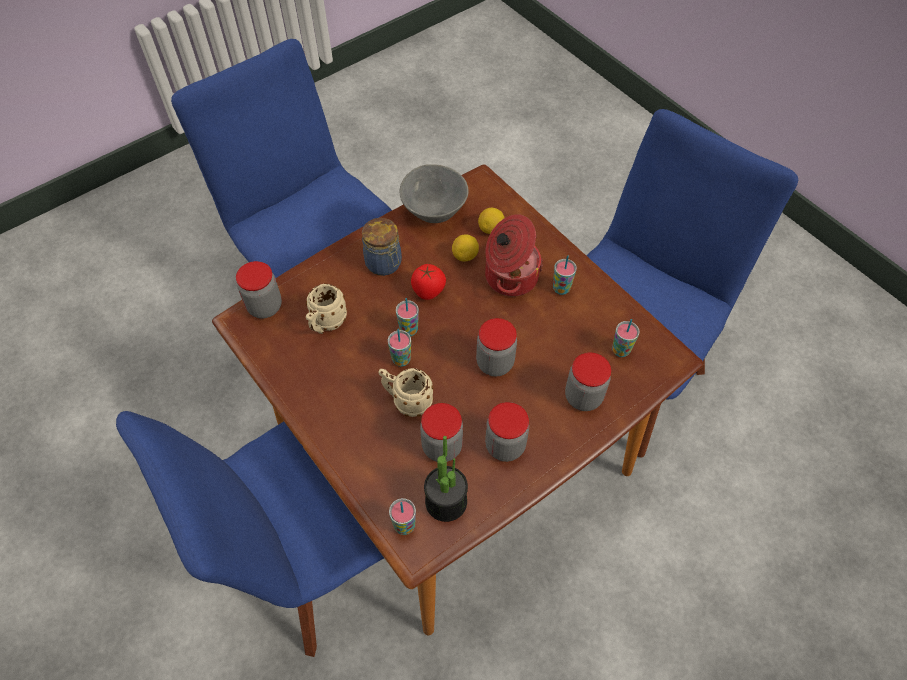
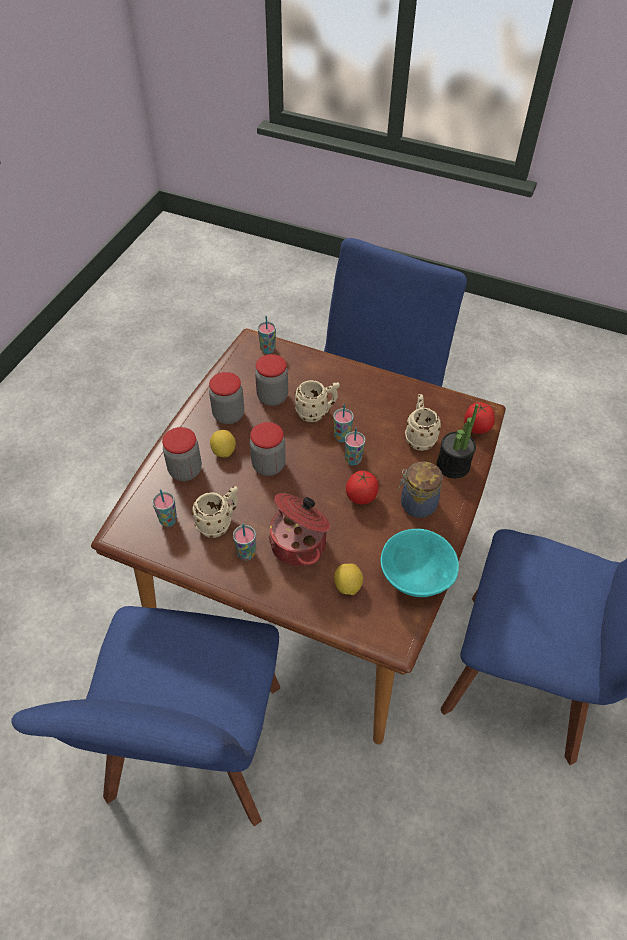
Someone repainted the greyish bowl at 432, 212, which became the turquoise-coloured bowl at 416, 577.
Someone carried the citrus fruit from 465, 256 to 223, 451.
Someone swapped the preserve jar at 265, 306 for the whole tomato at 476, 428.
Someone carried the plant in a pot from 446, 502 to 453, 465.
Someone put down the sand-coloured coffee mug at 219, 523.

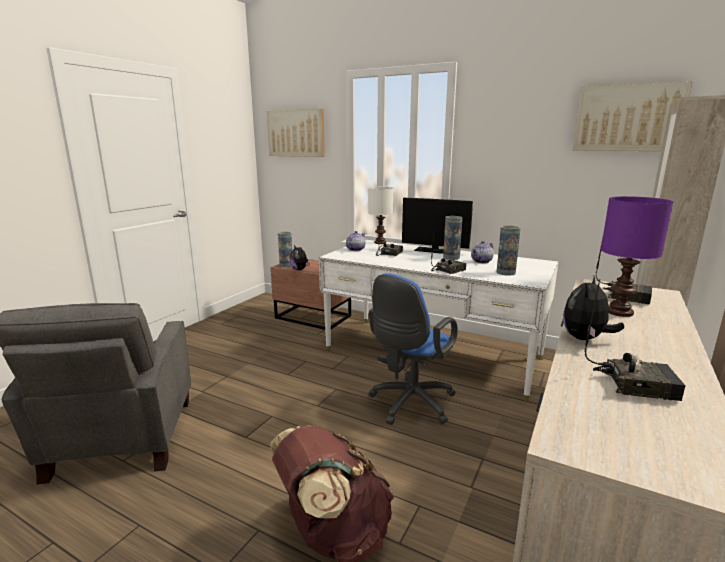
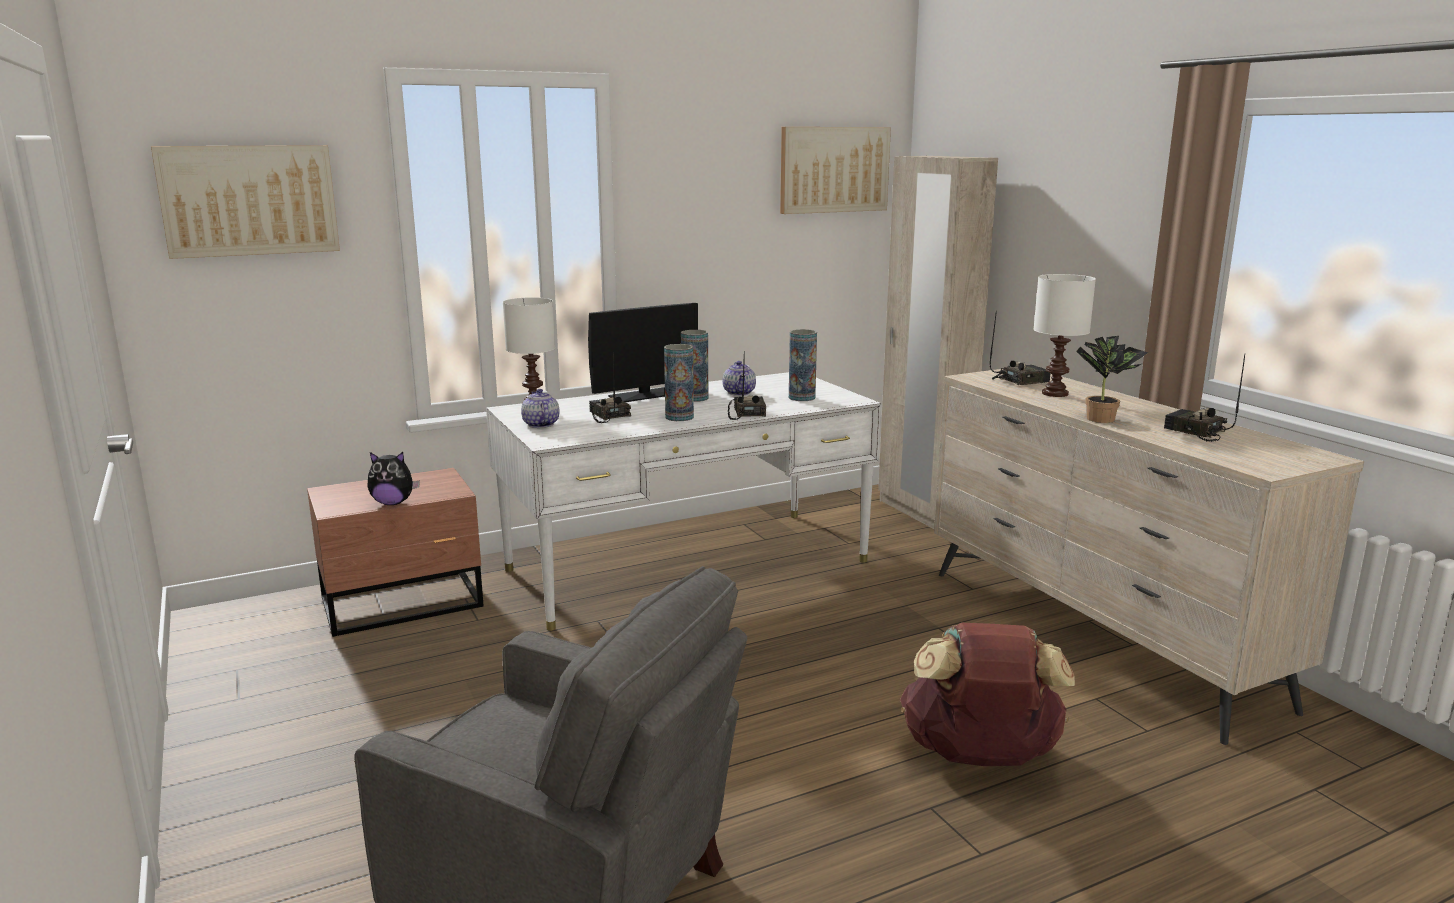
Someone repainted the purplish table lamp at 618, 312, which became the white table lamp at 1055, 394.
Someone carried the vase from 286, 265 to 679, 417.
Someone took away the bluish office chair at 409, 405.
Someone swapped the soft toy at 585, 339 for the plant in a pot at 1103, 418.
Someone rotated the radio at 635, 384 by 90 degrees counterclockwise.

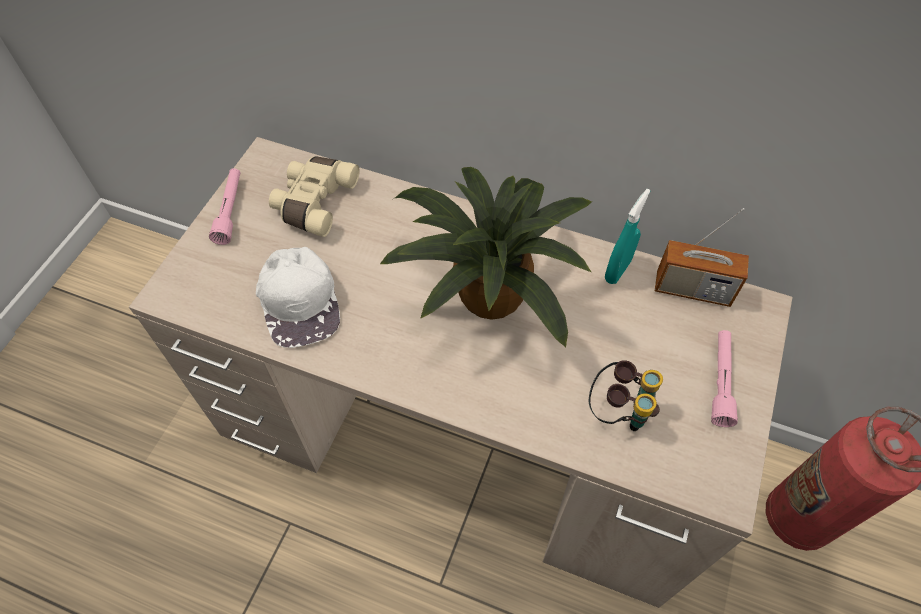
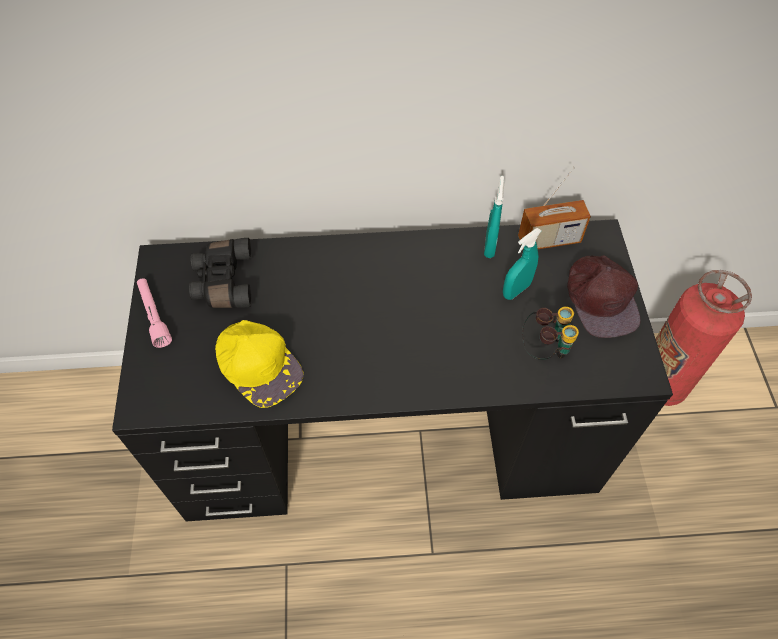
Someone repainted the sand-coloured desk unit at 461, 433, which became the blackish desk unit at 390, 429.
Someone repainted the sand-coloured binoculars at 313, 202, which became the blackish binoculars at 222, 282.
Someone took away the plant in a pot at 485, 294.
Someone repainted the white cap at 300, 299, which became the yellowish cap at 258, 364.
Someone swapped the pink-coloured flashlight at 720, 381 for the brownish cap at 601, 298.
Someone put down the turquoise-coloured hand sprayer at 516, 290.

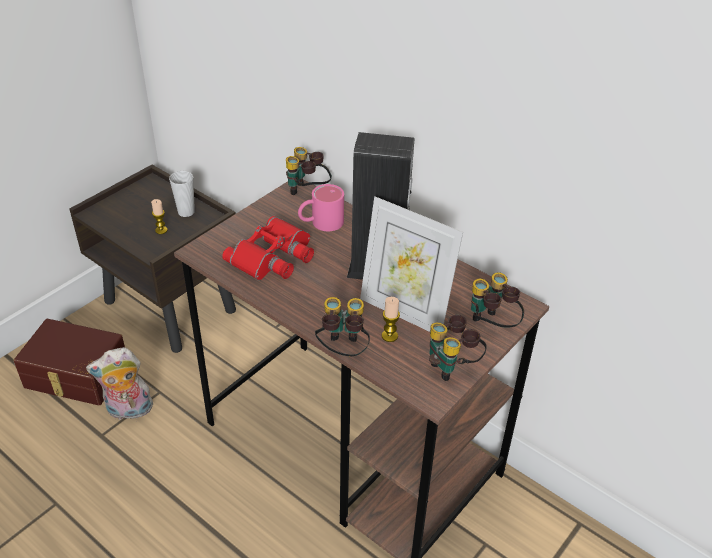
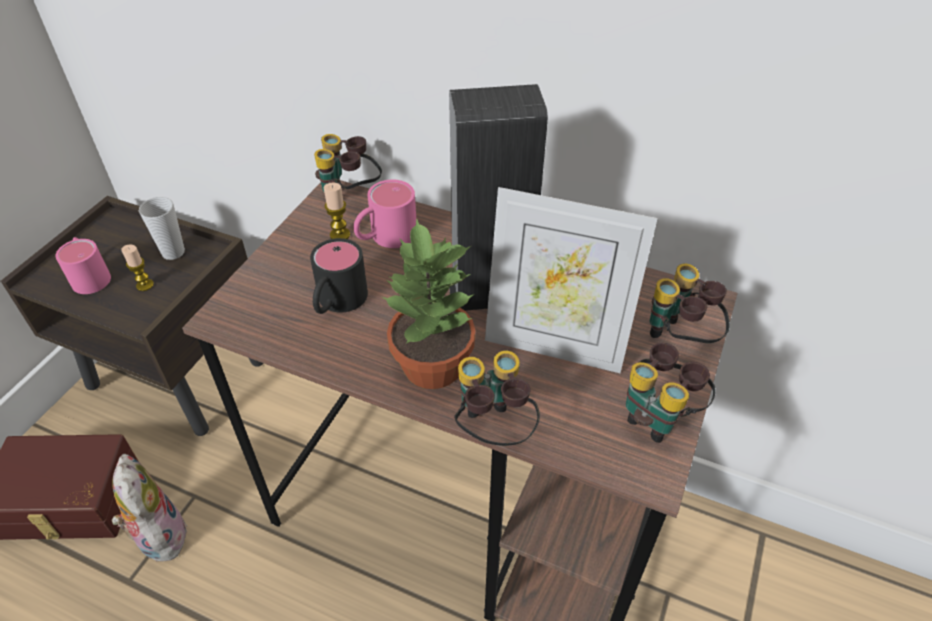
Someone swapped the red binoculars at 274, 257 for the blackish coffee mug at 337, 302.
Someone carried the candle from 389, 336 to 340, 235.
Someone rotated the soft toy at 128, 411 by 90 degrees clockwise.
Someone put down the plant in a pot at 432, 367.
Someone put down the pink-coloured coffee mug at 90, 275.

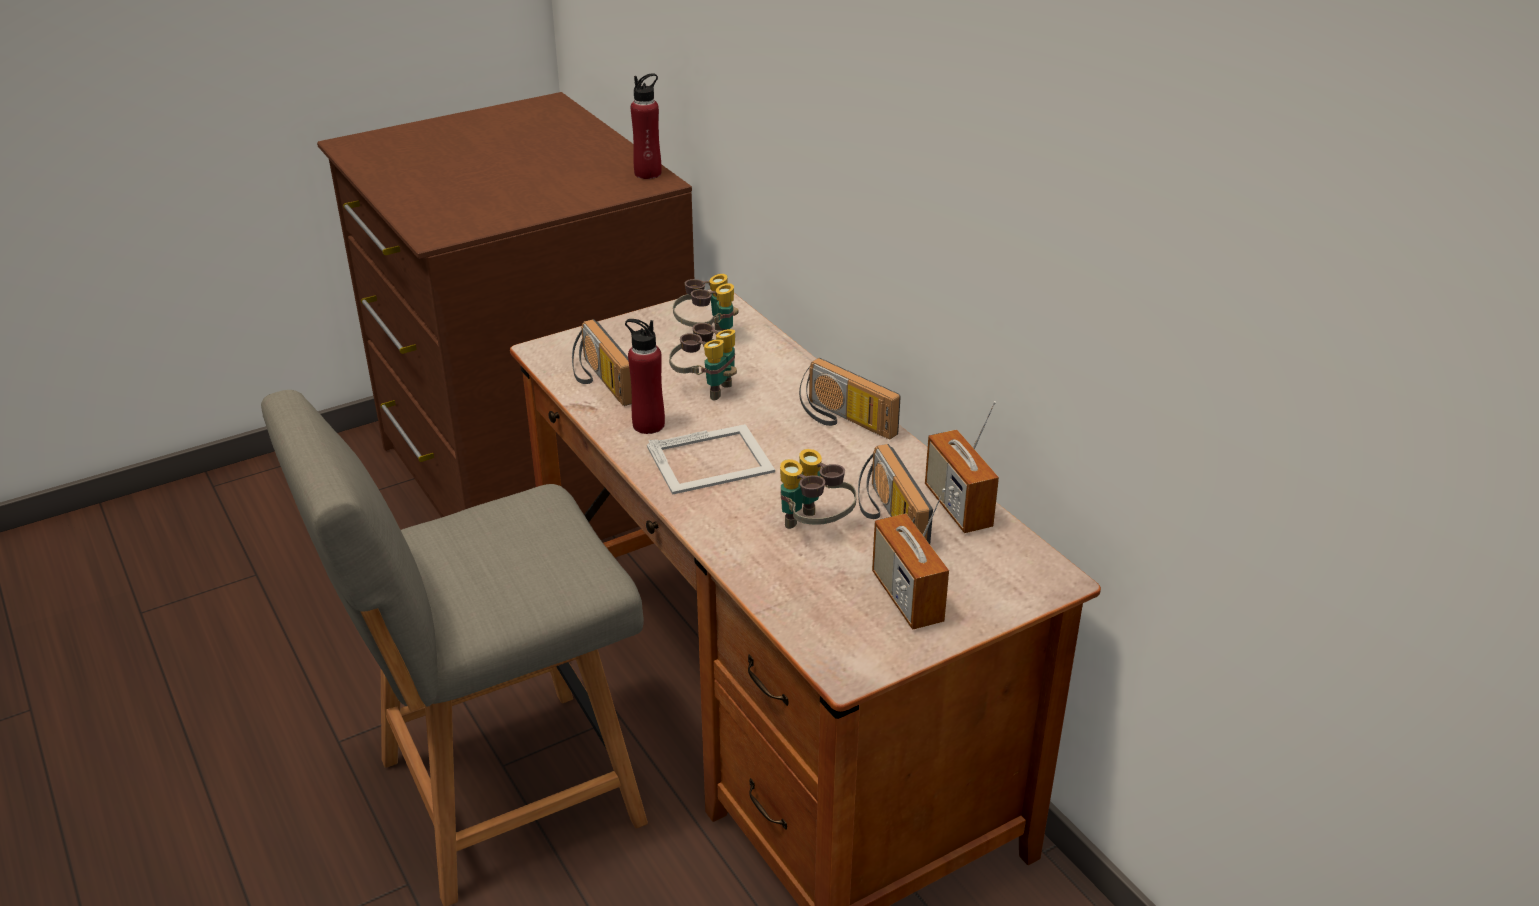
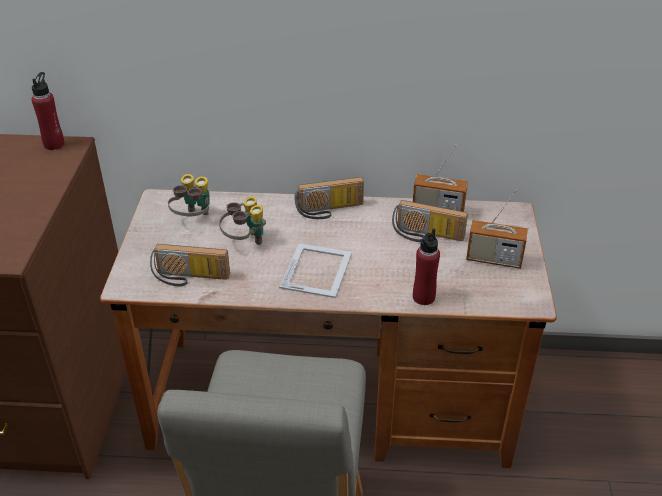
Someone carried the red beverage bottle from 648, 425 to 423, 297.
Someone took away the binoculars at 814, 529.

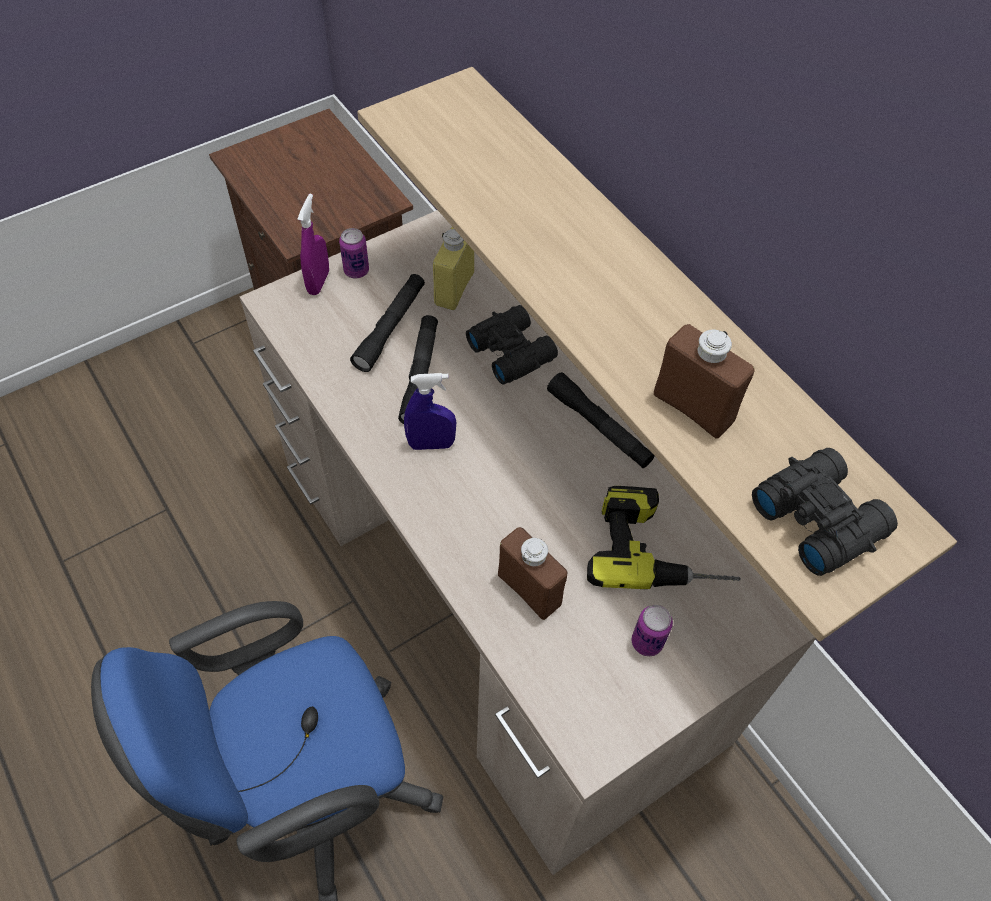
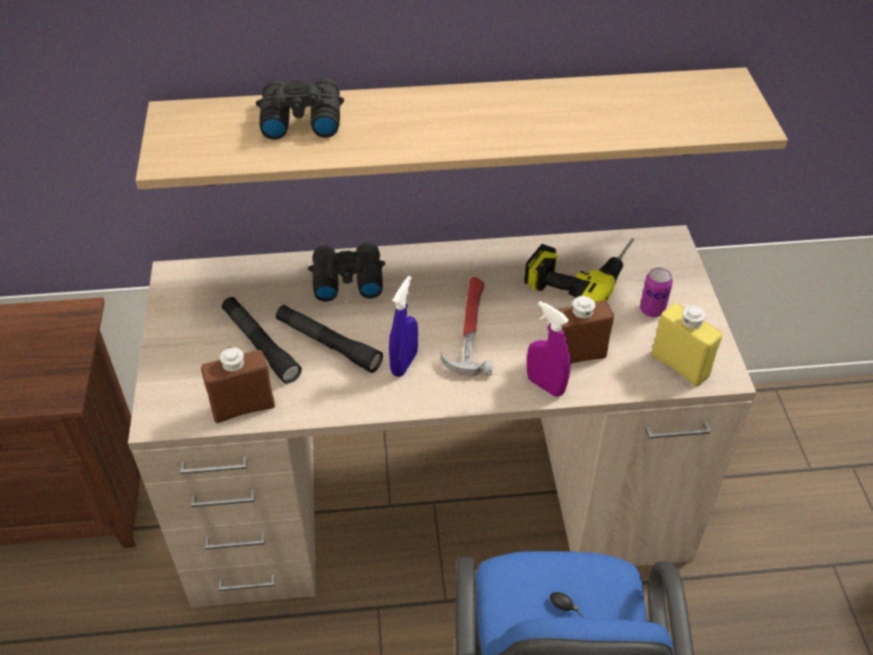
Someone carried the purplish hand sprayer from 318, 282 to 545, 385.
Someone carried the yellowish beverage bottle from 454, 288 to 680, 365.
Someone took away the sealed can at 356, 271.
Someone carried the brownish beverage bottle from 693, 408 to 243, 407.
Someone took away the blackish flashlight at 599, 427.
Someone carried the blackish binoculars from 817, 516 to 300, 119.
Someone put down the tool hammer at 469, 329.

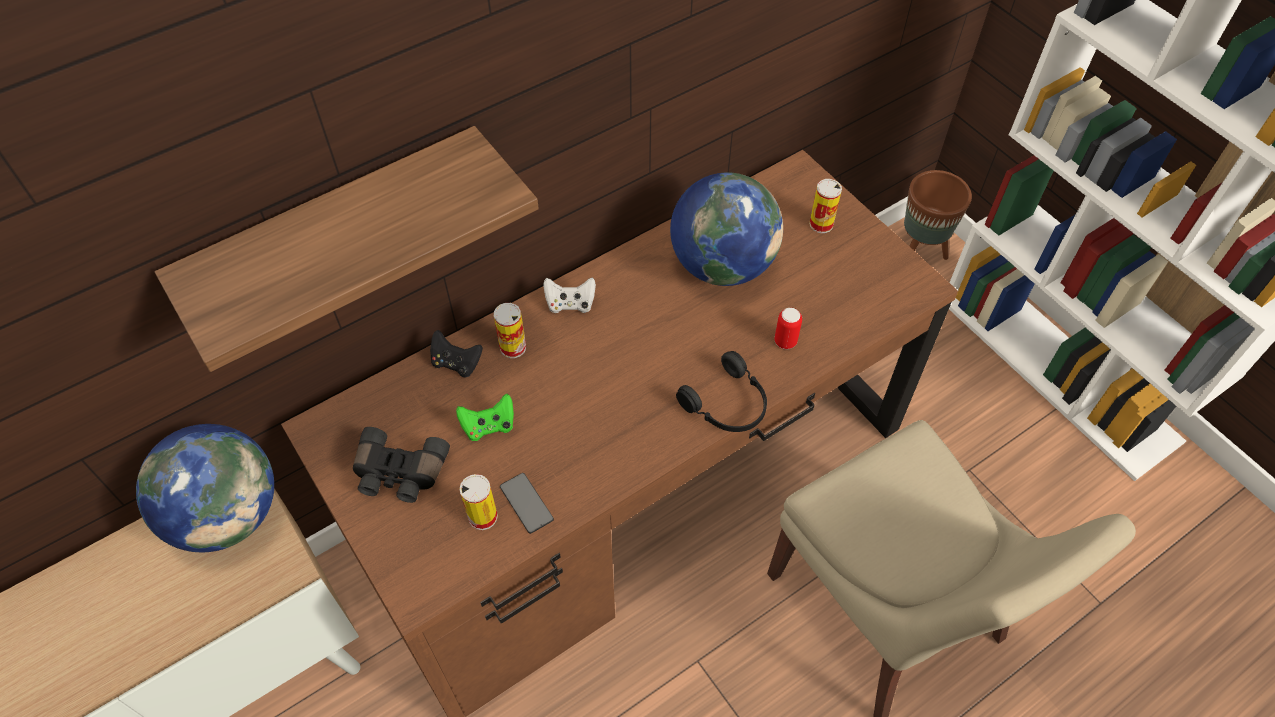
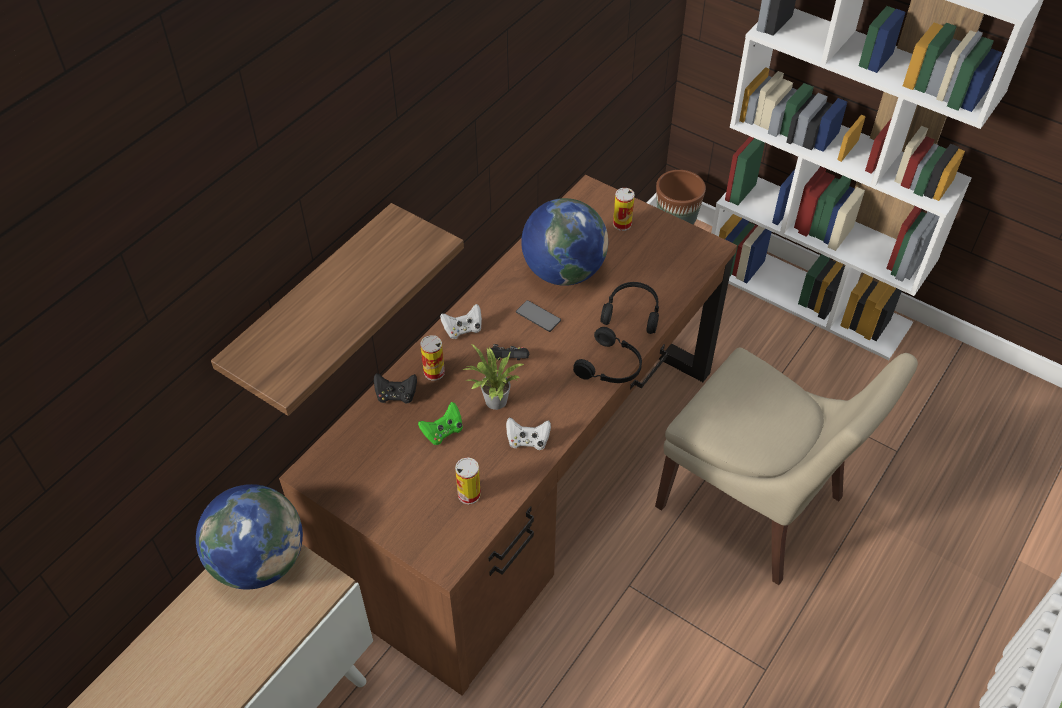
Someone swapped the sealed can at 785, 341 for the blackish headphones at 632, 312.
Someone took away the blackish binoculars at 399, 474.
Someone carried the handset from 526, 503 to 538, 316.
Someone put down the plant in a pot at 494, 403.
Someone put down the blackish game controller at 508, 360.
Someone put down the white game controller at 528, 441.

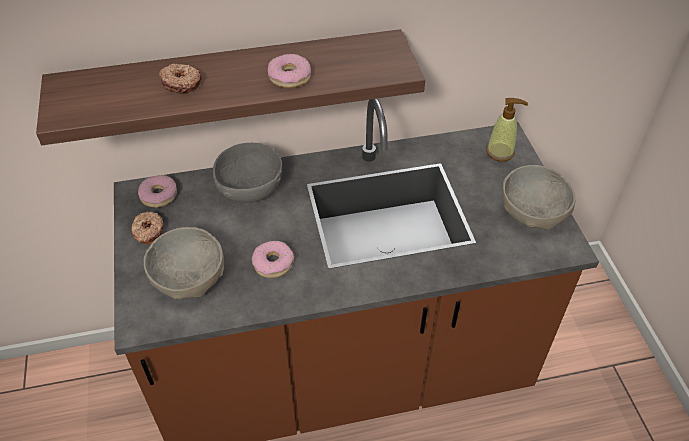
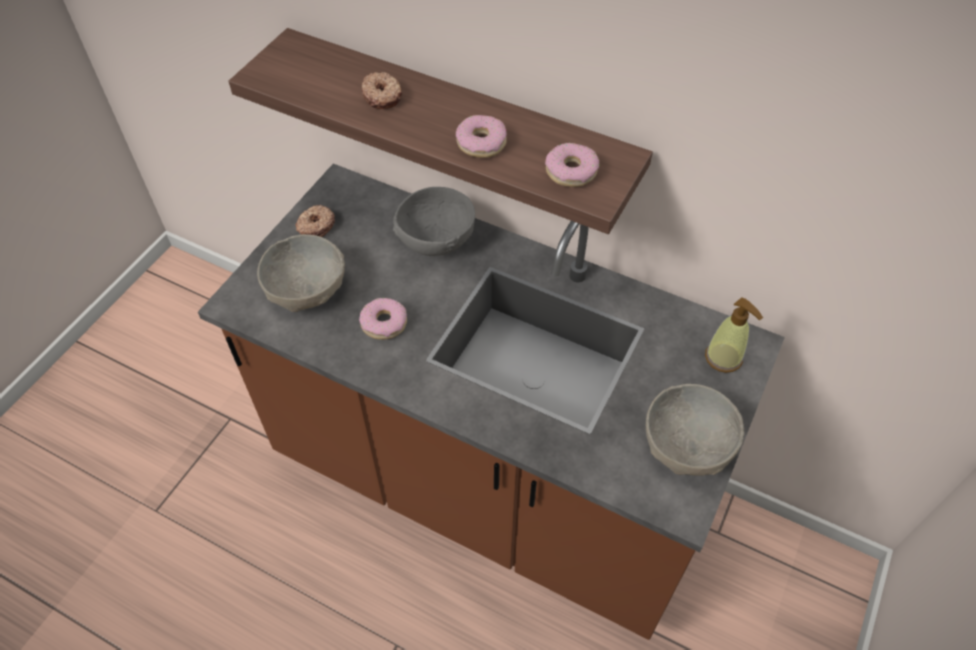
Someone carried the ring doughnut from 159, 195 to 571, 171.

